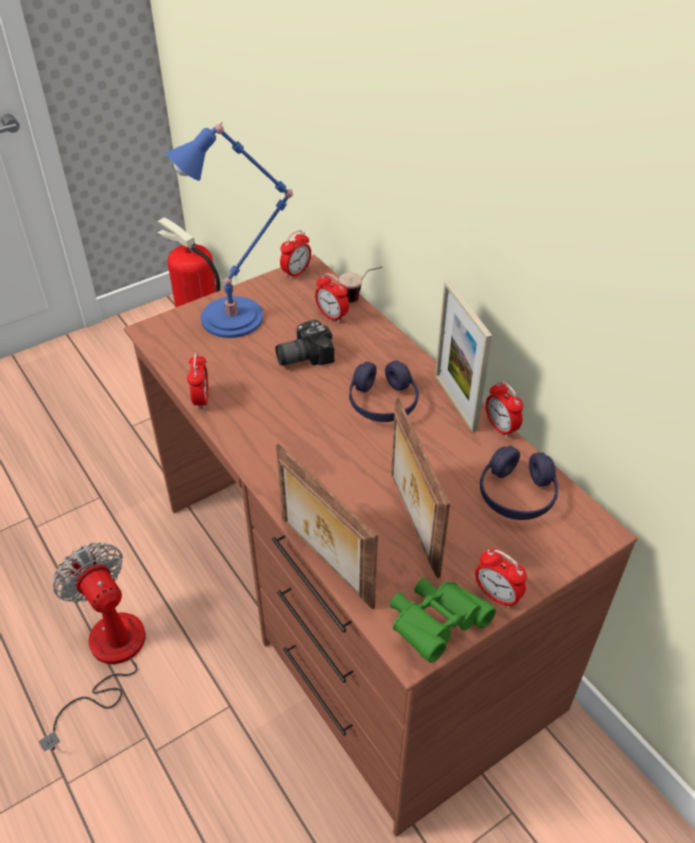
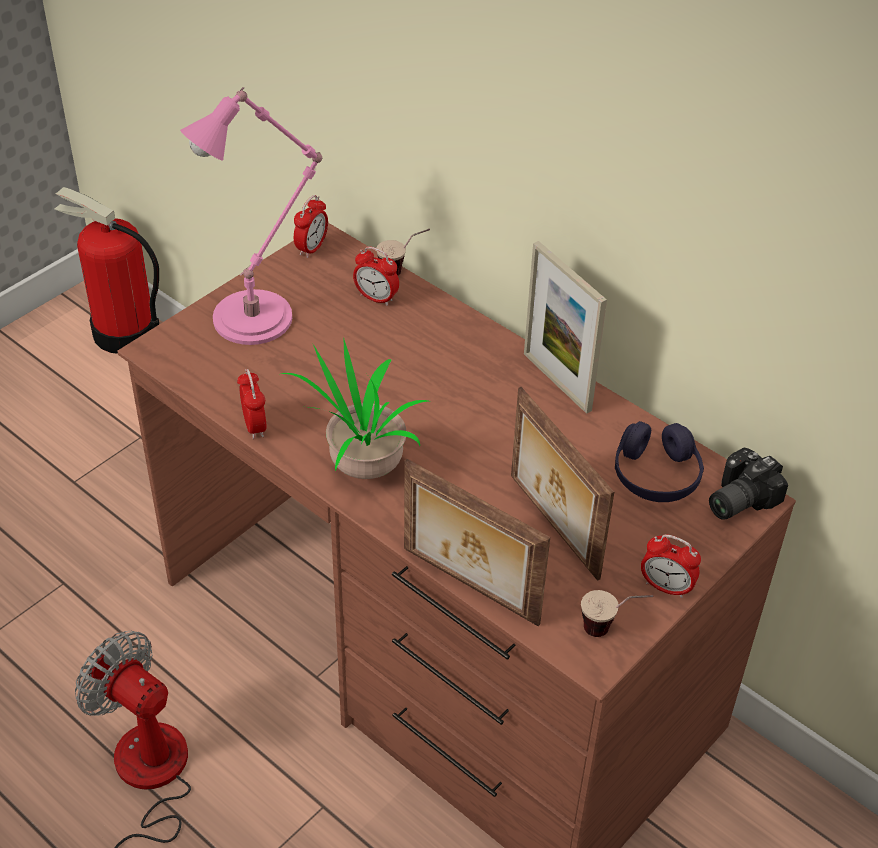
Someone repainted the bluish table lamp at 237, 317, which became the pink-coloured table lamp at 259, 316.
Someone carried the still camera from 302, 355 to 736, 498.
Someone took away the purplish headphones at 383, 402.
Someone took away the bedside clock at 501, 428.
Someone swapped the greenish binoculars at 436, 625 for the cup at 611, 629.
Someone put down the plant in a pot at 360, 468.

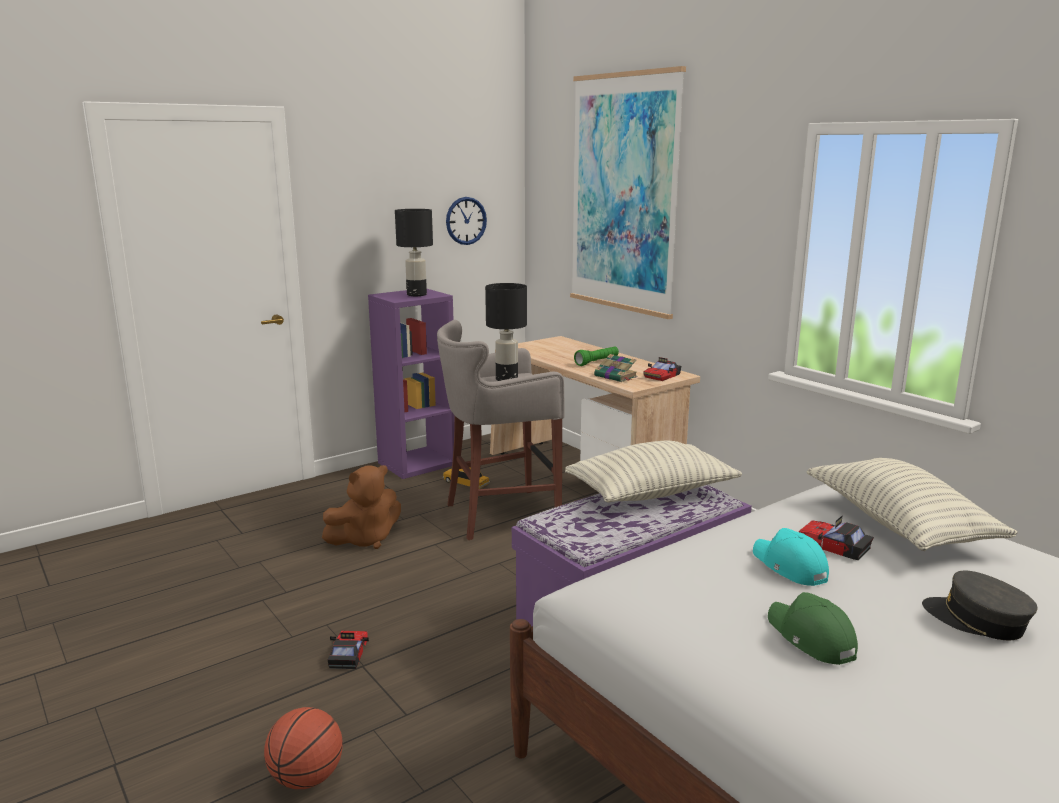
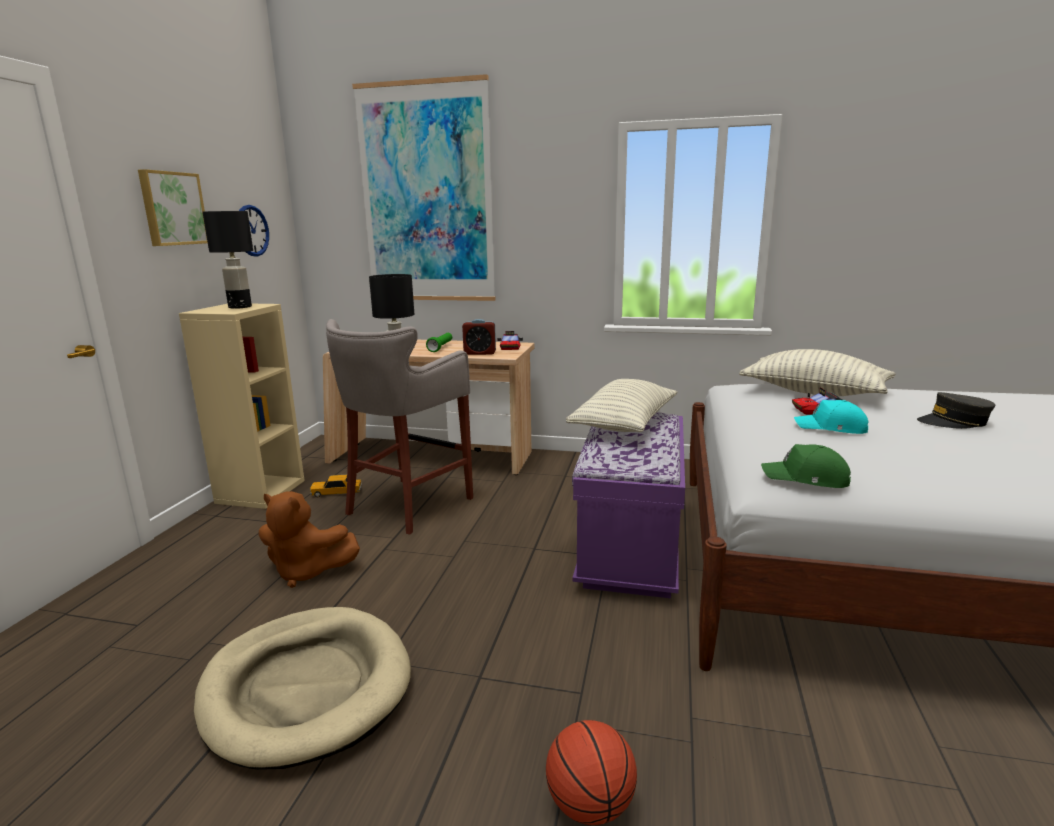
Someone repainted the purplish bookcase at 418, 463, which became the sand-coloured bookcase at 261, 491.
Someone swapped the volume at 616, 376 for the bedside clock at 479, 353.
Someone rotated the brownish soft toy at 365, 539 by 90 degrees clockwise.
Someone carried the greenish cap from 810, 638 to 806, 478.
Someone took away the miniature car at 348, 654.
Someone put up the wall picture at 172, 208.
Someone put down the sand-coloured dog cushion at 307, 687.

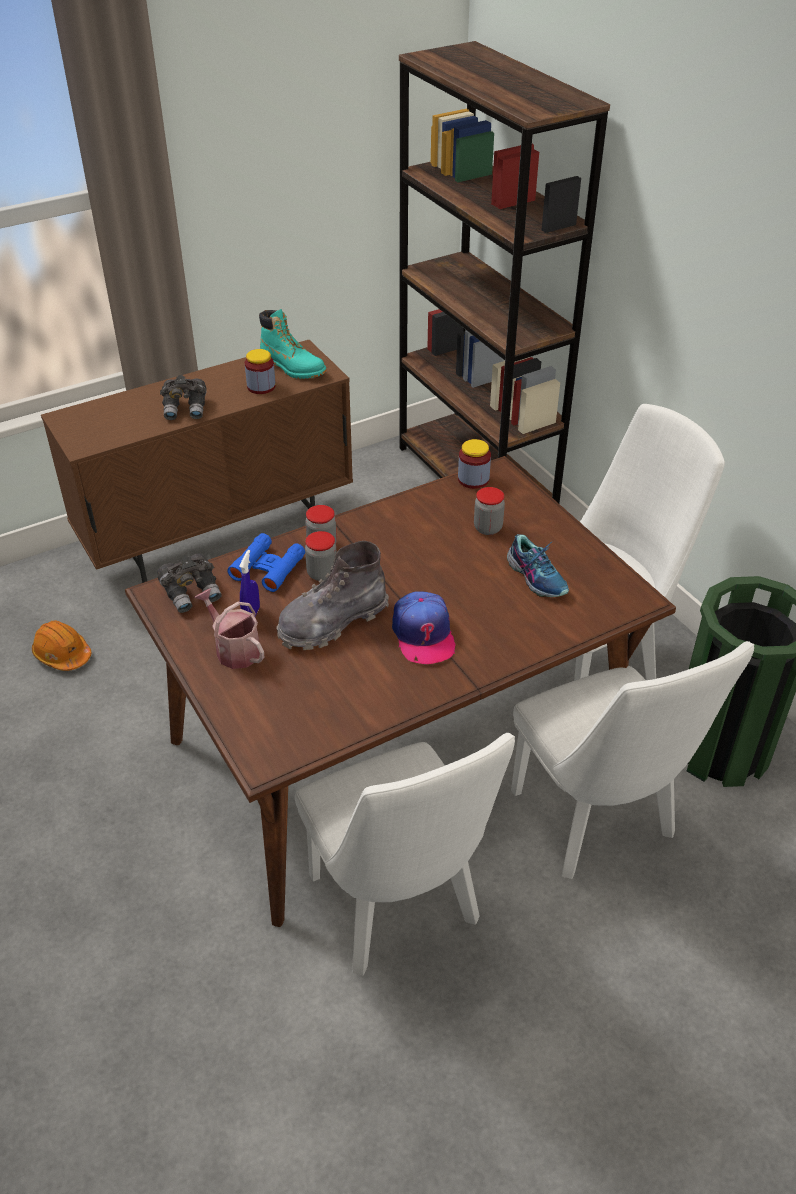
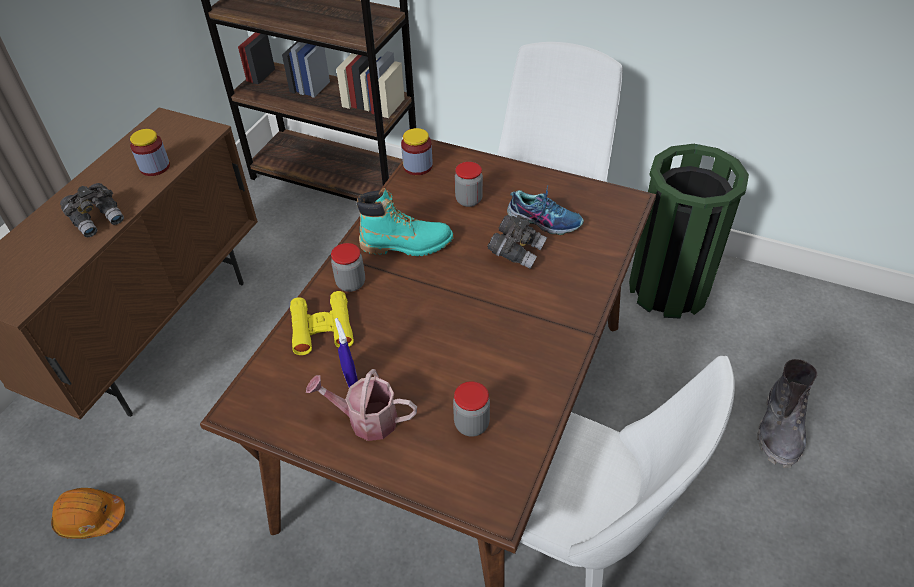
Someone carried the turquoise-coloured high-top boot from 293, 368 to 406, 244.
Someone carried the preserve jar from 322, 573 to 471, 424.
Someone repainted the bluish binoculars at 268, 568, which became the yellowish binoculars at 322, 328.
Someone carried the greyish high-top boot from 332, 622 to 780, 428.
Someone carried the greyish binoculars from 192, 593 to 516, 251.
Someone took away the cap at 423, 634.
Someone took away the white plain chair at 598, 824.

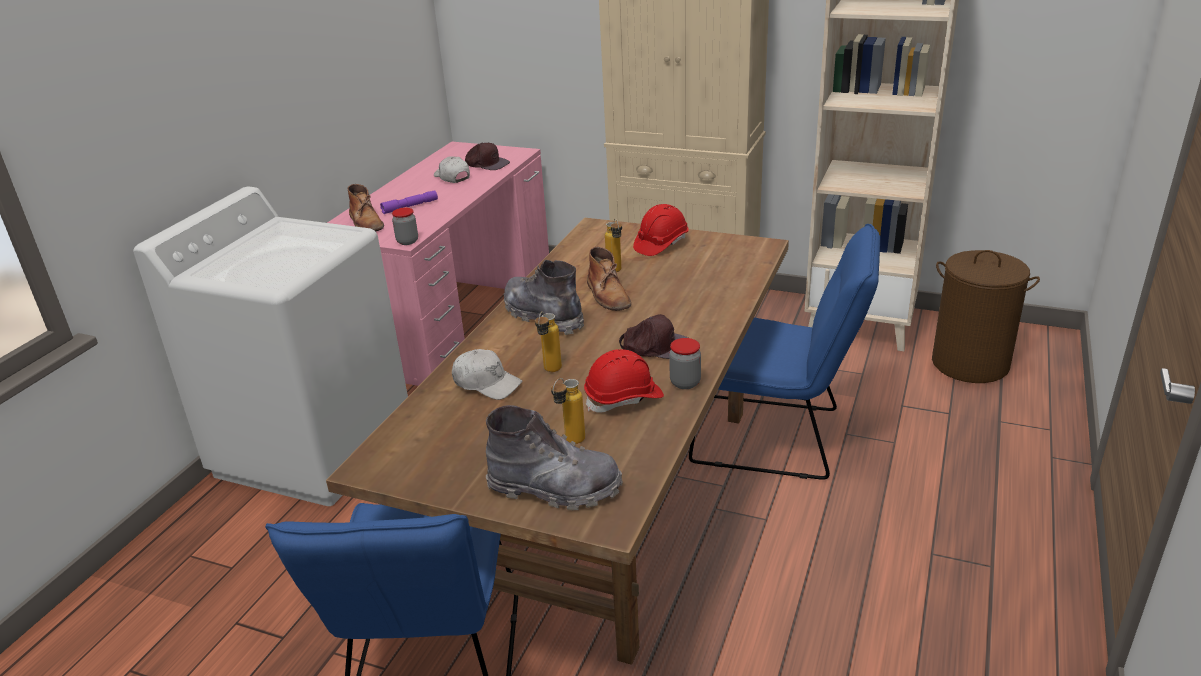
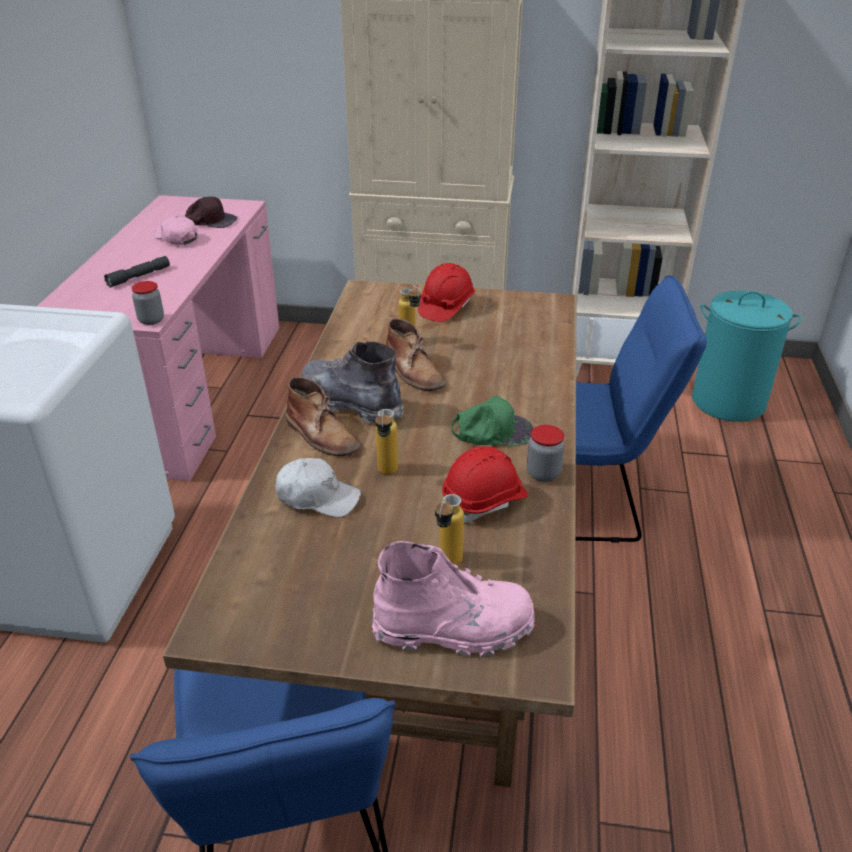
Someone repainted the white cap at 452, 177, which became the pink-coloured cap at 176, 238.
Someone carried the brownish high-top boot from 366, 222 to 321, 435.
Someone repainted the purplish flashlight at 410, 207, which became the greyish flashlight at 139, 276.
Someone repainted the brownish hamper at 970, 364, which became the turquoise-coloured hamper at 729, 402.
Someone repainted the brownish cap at 656, 346, which became the greenish cap at 492, 431.
Someone repainted the greyish high-top boot at 555, 488, which became the pink-coloured high-top boot at 454, 629.

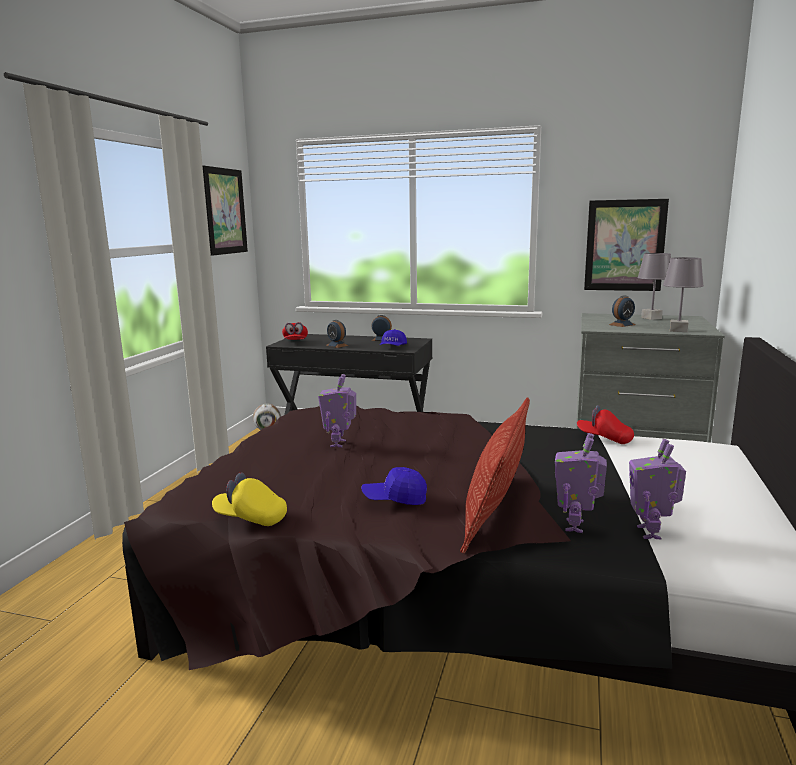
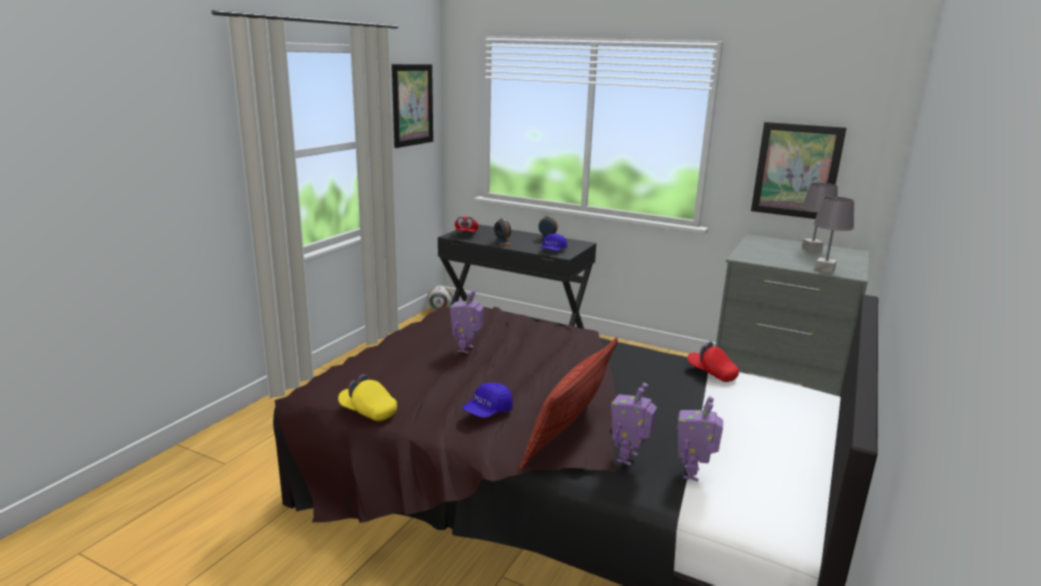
Someone took away the bedside clock at 622, 324.
Someone rotated the bluish cap at 395, 499 by 60 degrees counterclockwise.

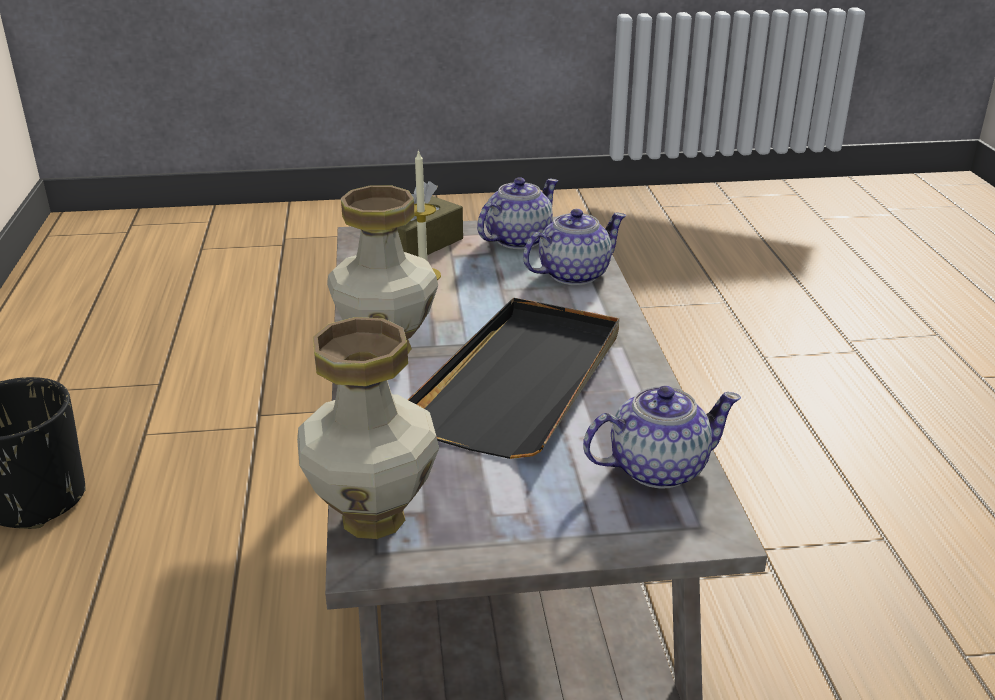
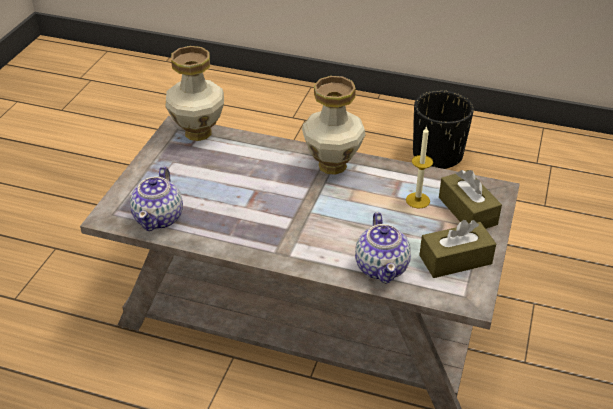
Someone swapped the teapot at 517, 240 for the brownish tissue holder at 455, 260.
Someone took away the blackish carrying tray at 522, 381.

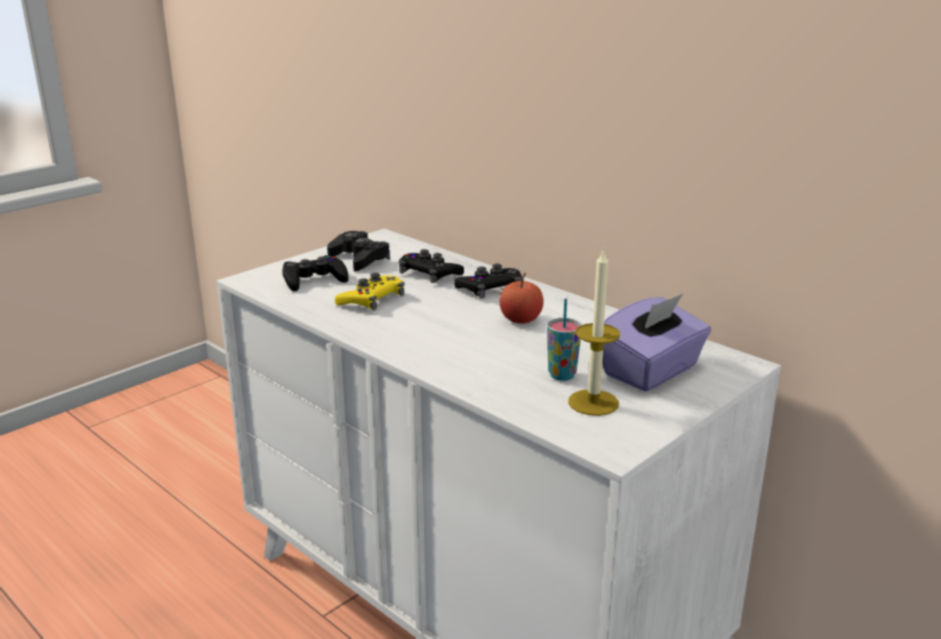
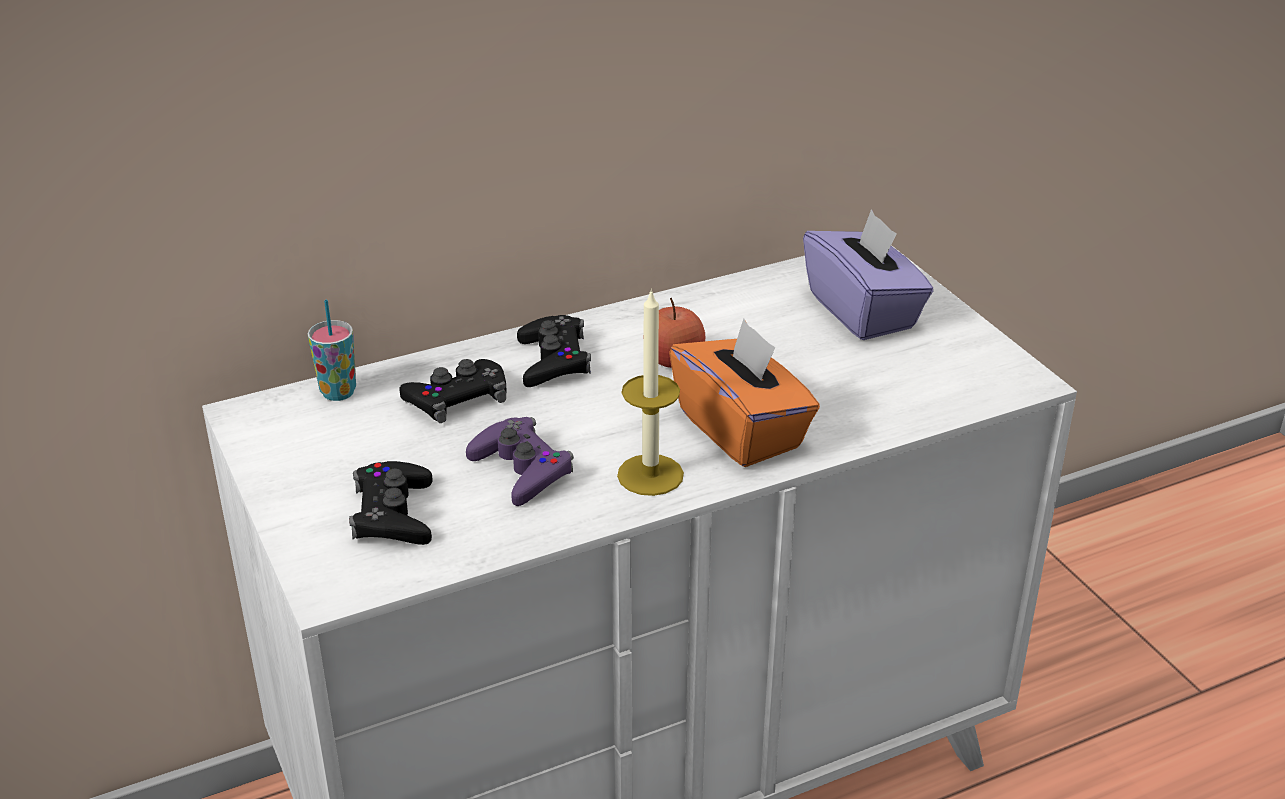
Someone took away the blackish game controller at 359, 259.
Someone carried the candle from 593, 402 to 650, 475.
Someone repainted the yellowish game controller at 372, 300, which became the purplish game controller at 521, 469.
Someone carried the cup from 562, 375 to 338, 392.
Someone put down the orange-coloured tissue holder at 742, 430.

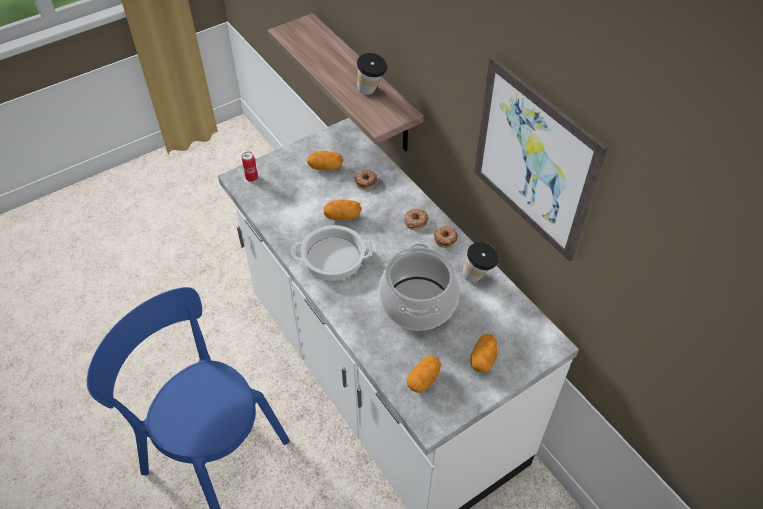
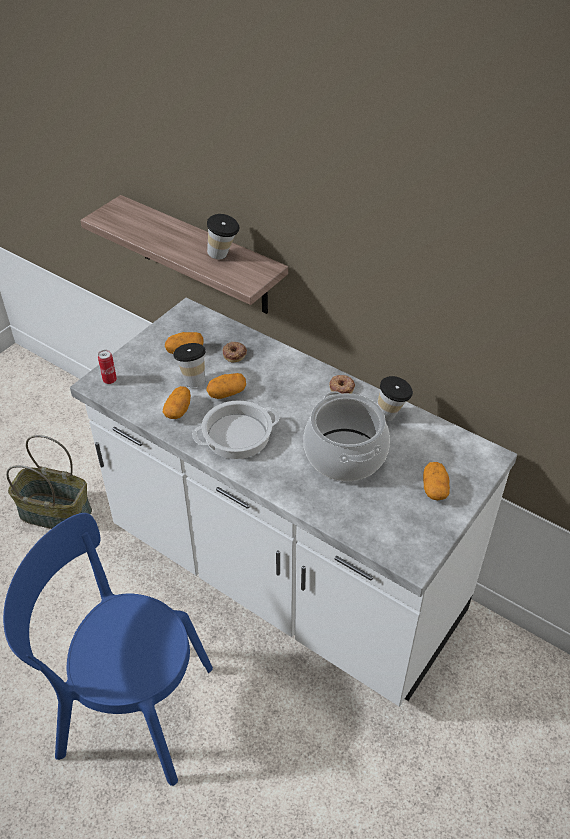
Someone took away the wall picture at 533, 160.
Someone took away the ring doughnut at 415, 221.
Someone carried the whole potato from 423, 379 to 178, 410.
Someone put down the cup at 192, 379.
Someone put down the basket at 56, 512.

